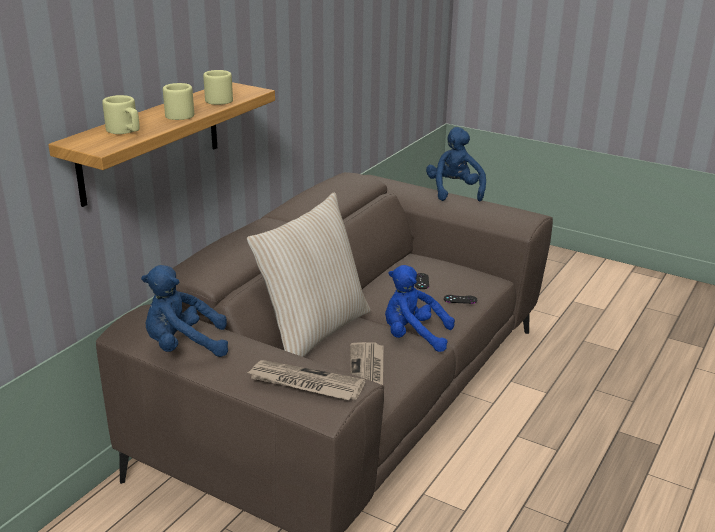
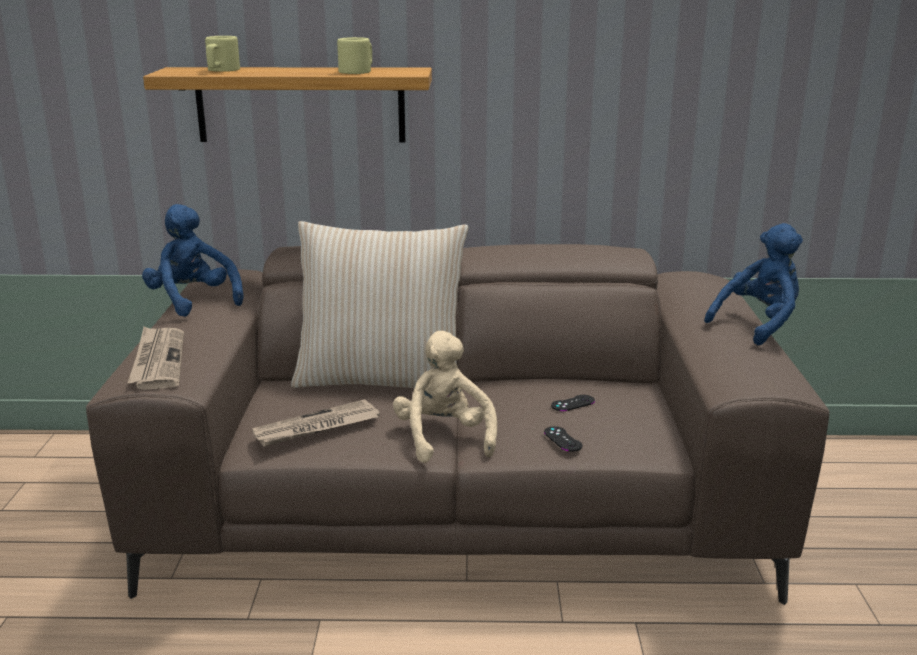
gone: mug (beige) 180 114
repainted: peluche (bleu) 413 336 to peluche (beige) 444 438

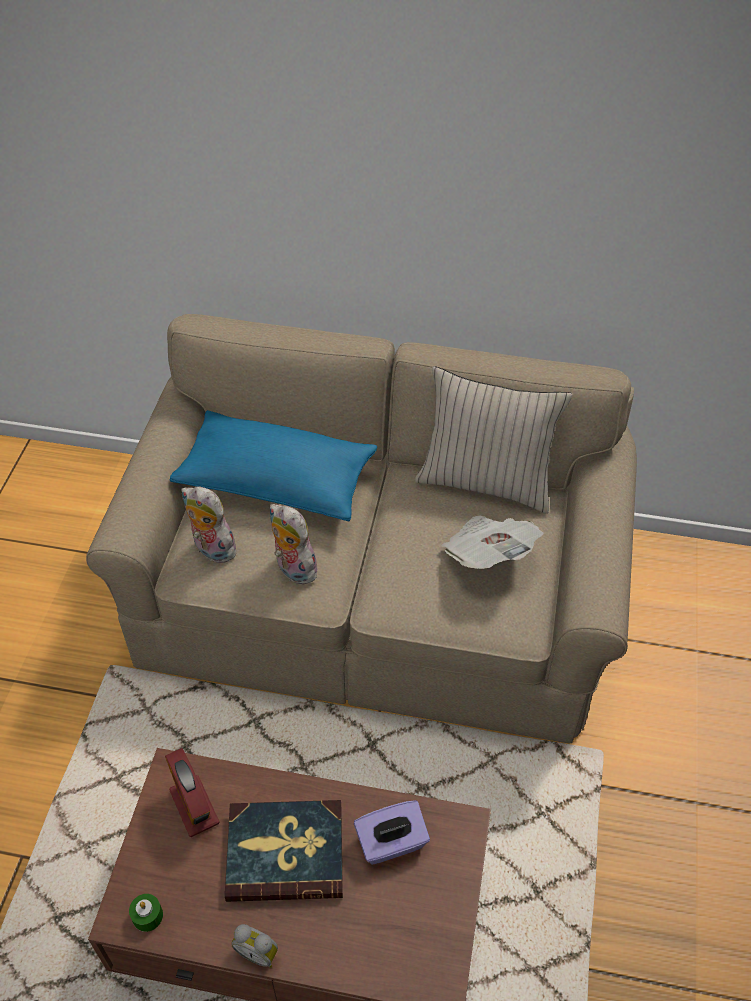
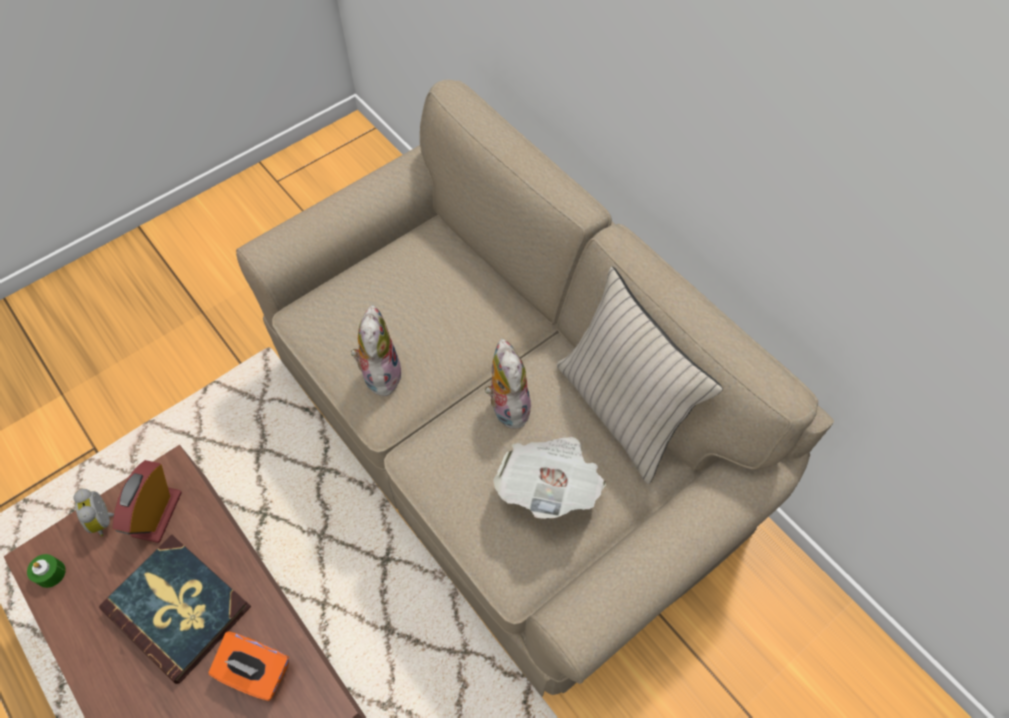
gone: coussin (bleu) 277 482
shifted: peluche 211 549 to 507 406; réveil 258 952 to 105 519
repainted: boîte à mouchoirs (violet) 391 843 to boîte à mouchoirs (orange) 256 671

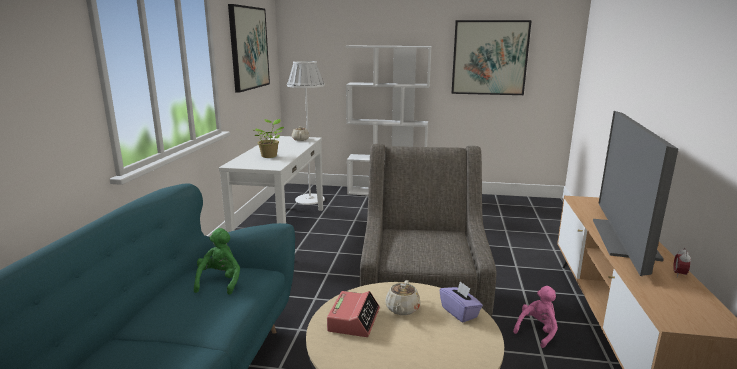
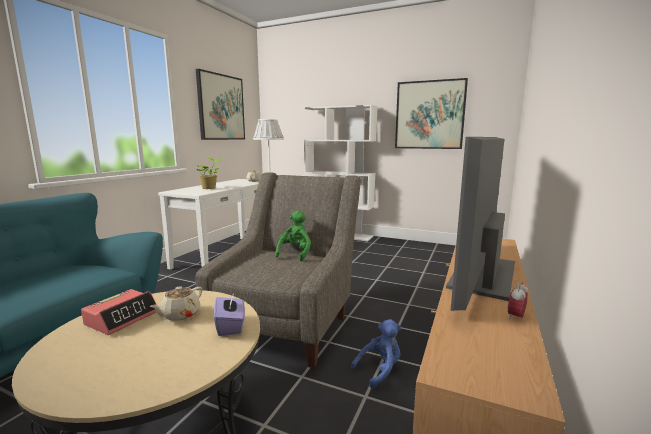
shifted: peluche (vert) 220 282 to 295 253
repainted: peluche (rose) 537 331 to peluche (bleu) 380 370

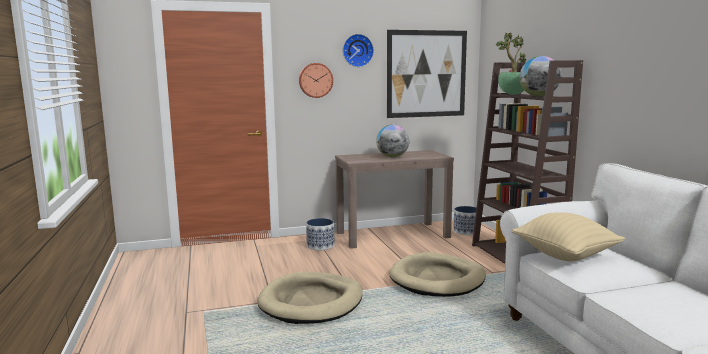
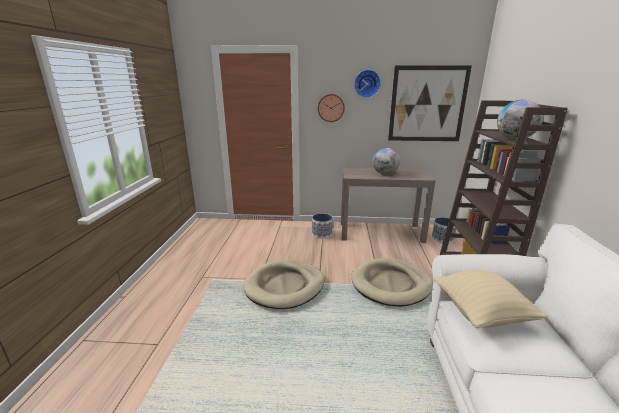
gone: plante en pot 512 94

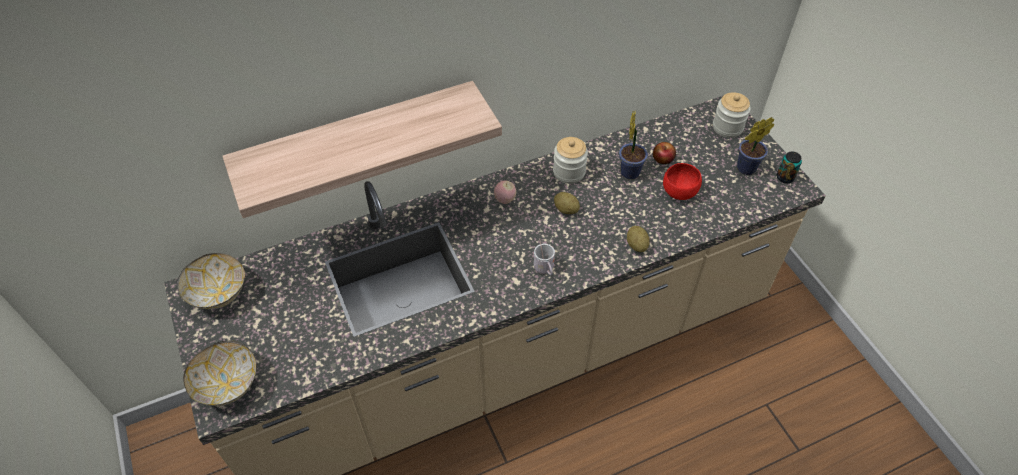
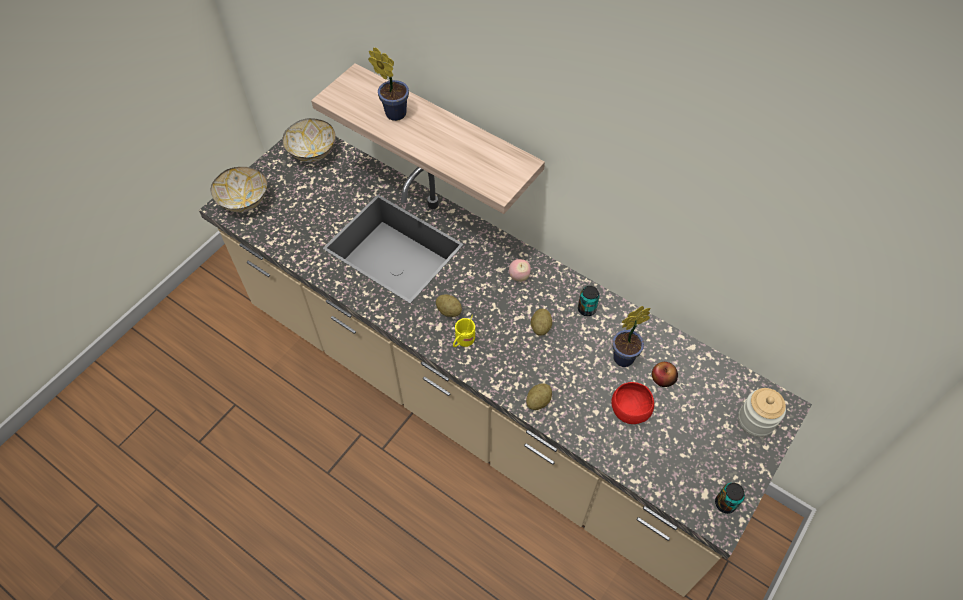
new: pomme de terre 449 311
shifted: plante en pot 744 169 to 393 112
swapped: bocal 569 172 to boîte métallique 586 309
repainted: mug (blanc) 544 270 to mug (jaune) 463 342

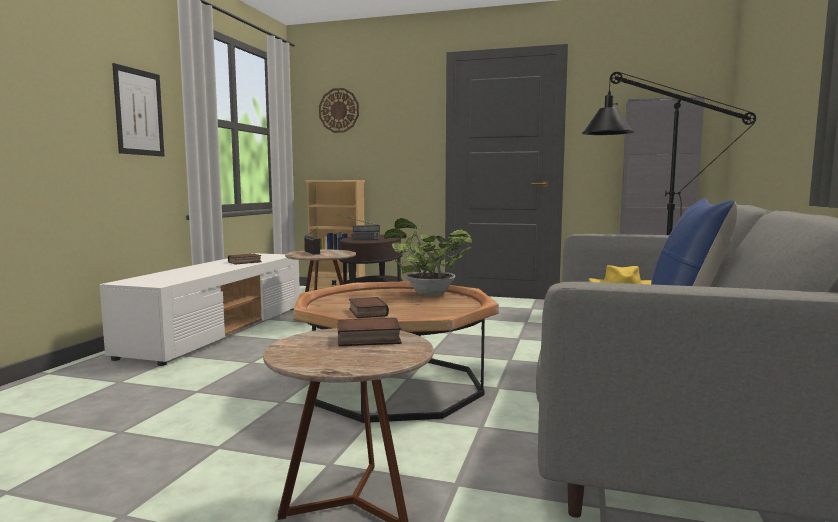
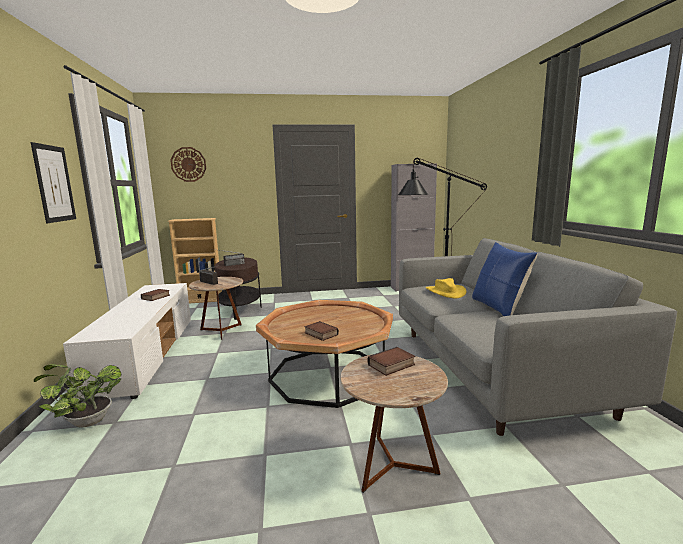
shifted: plante en pot 426 294 to 86 421

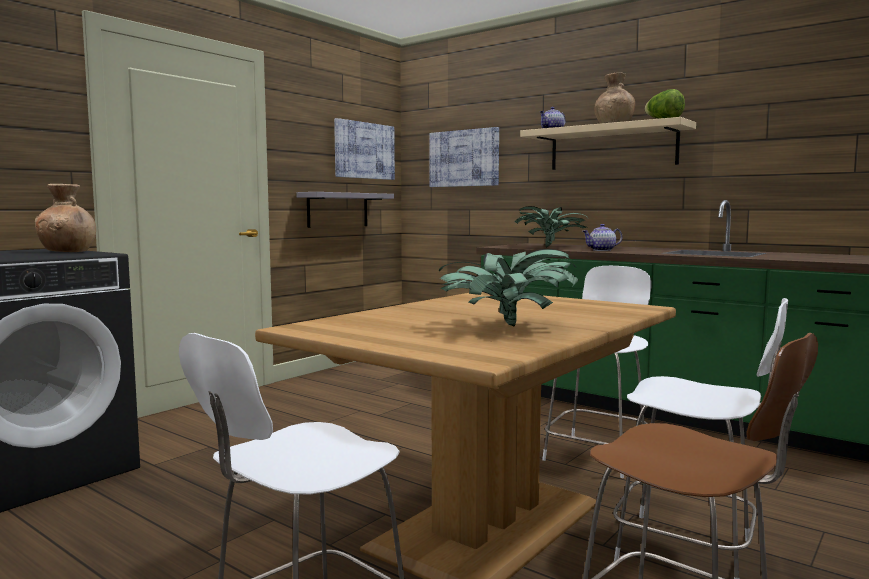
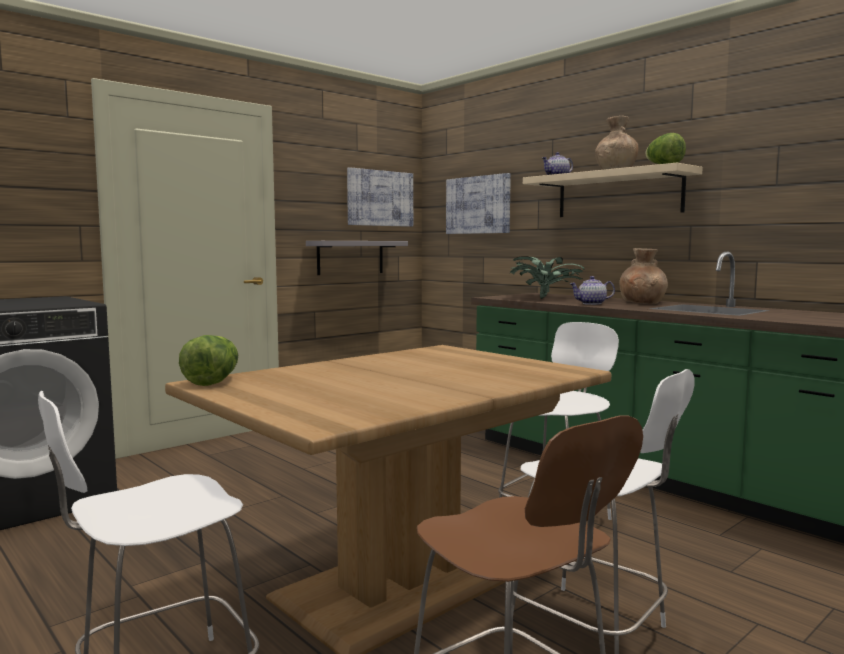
gone: plante en pot 507 327
new: laitue 213 381
shifted: vase (marron) 68 251 to 642 303

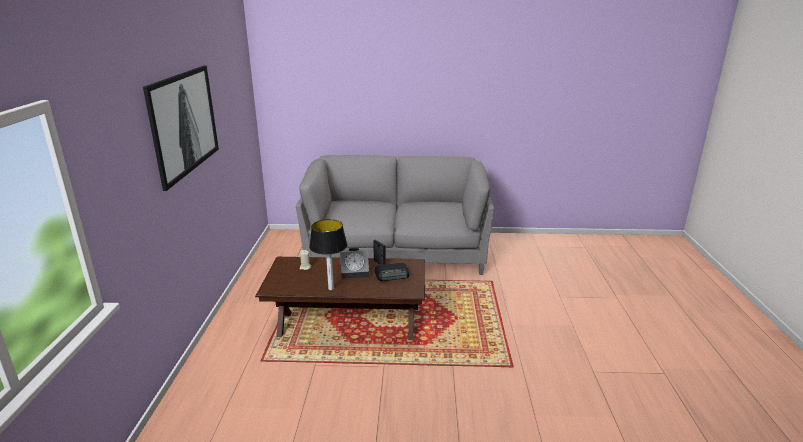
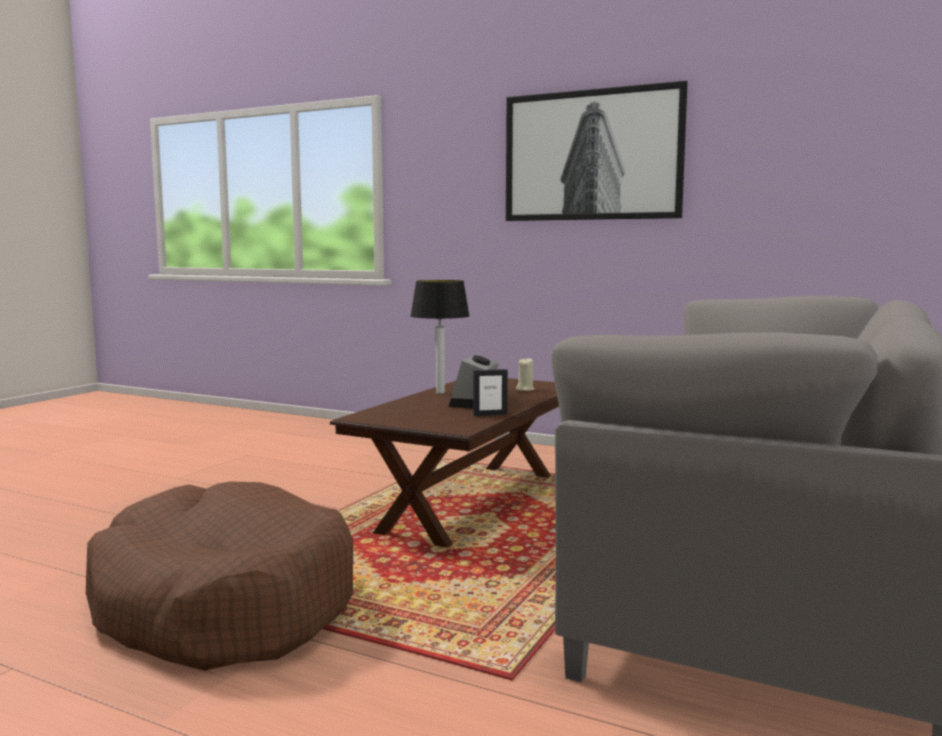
gone: radio 392 275
new: panier pour chien (marron) 223 605

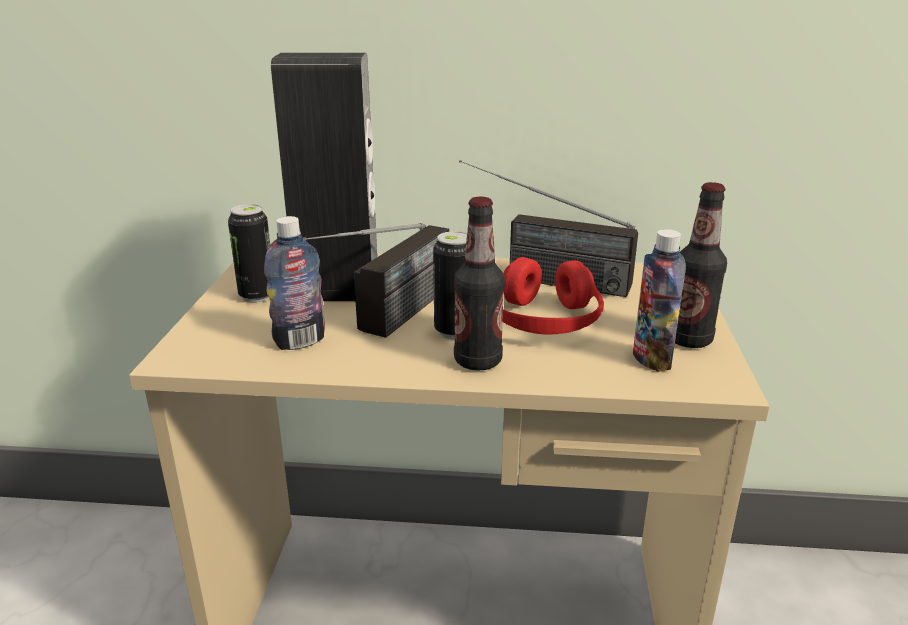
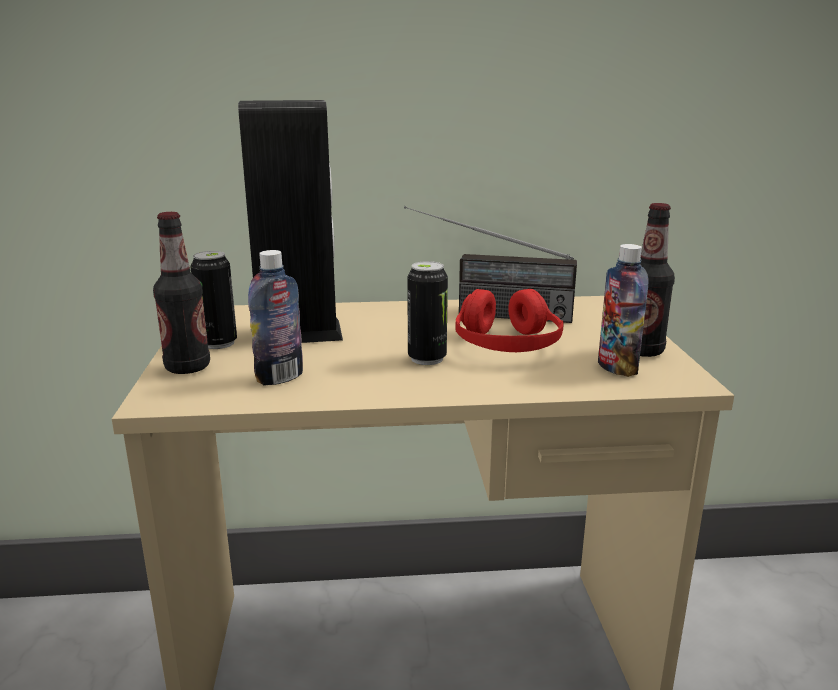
gone: radio 391 322
shifted: bouteille 478 361 to 187 367

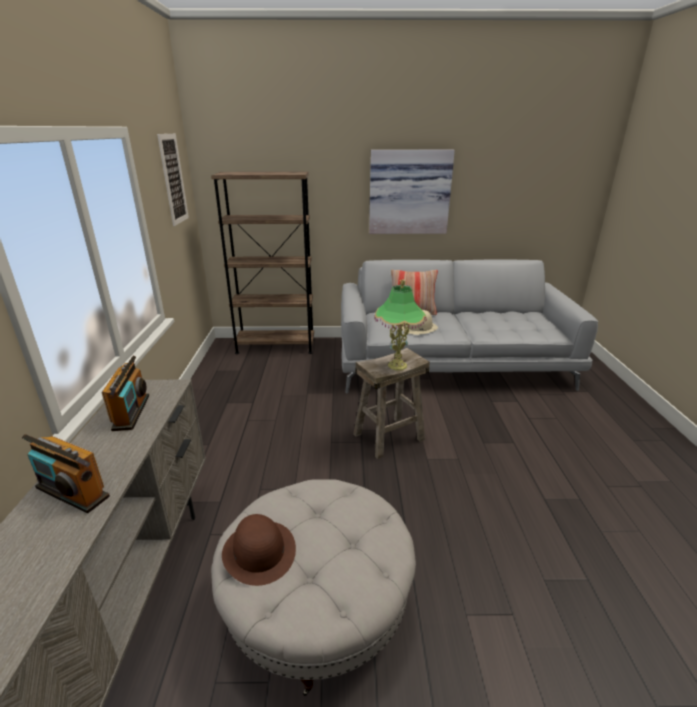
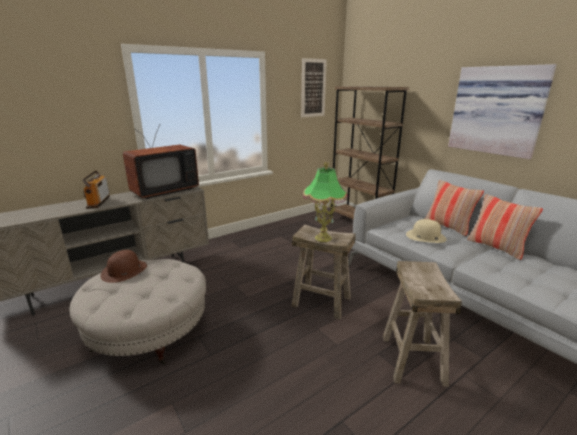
new: tabouret (beige) 413 359; coussin 496 247
swapped: radio 131 412 to téléviseur 162 191

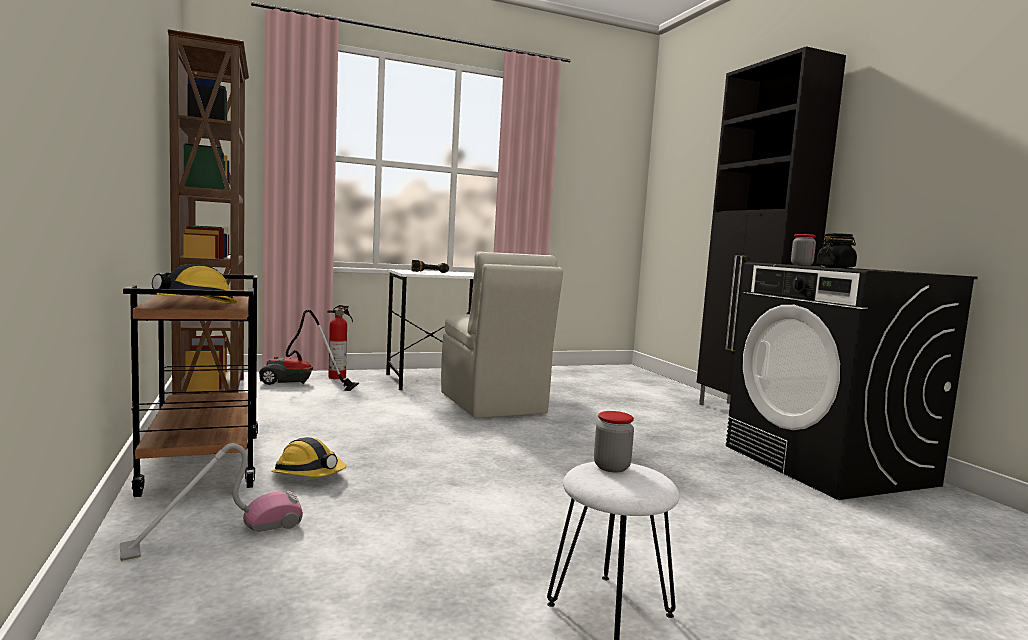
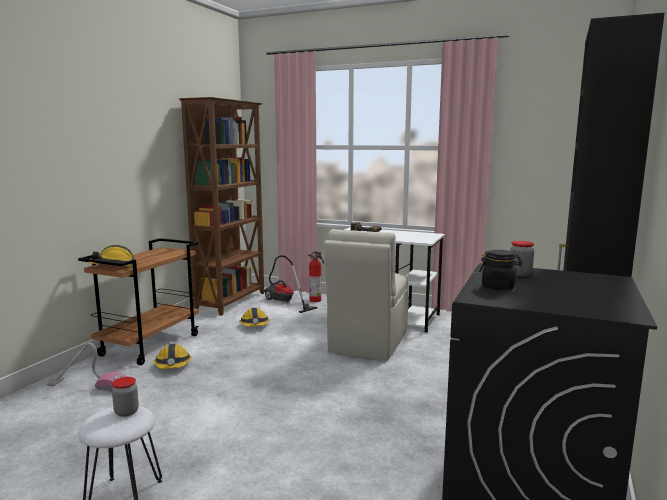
new: casque de chantier 255 325

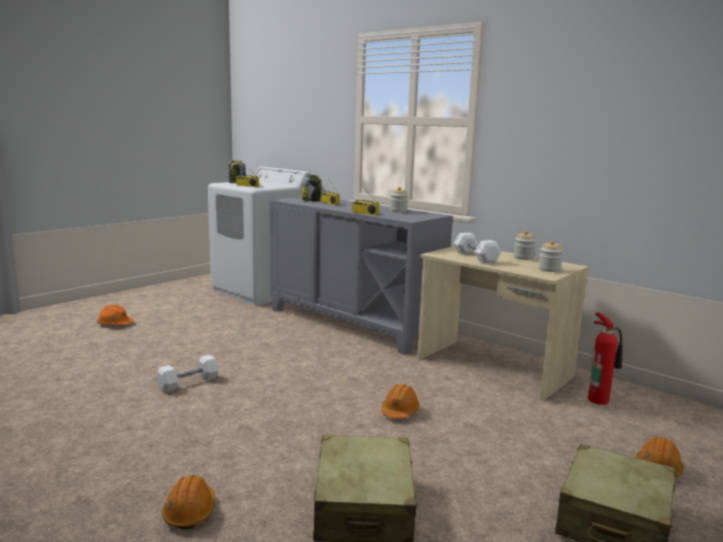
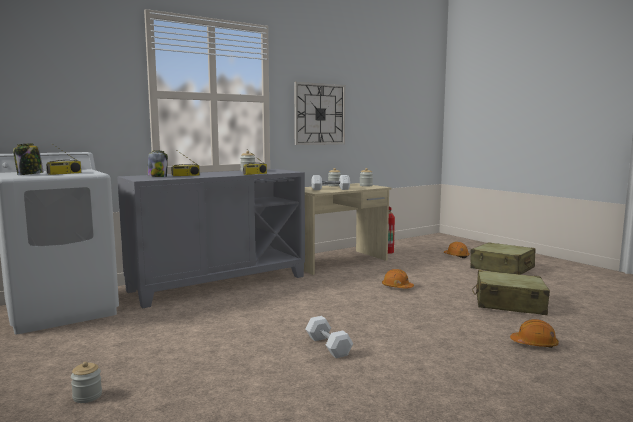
new: horloge murale 319 114
swapped: casque de chantier (orange) 114 324 to bocal 87 396

